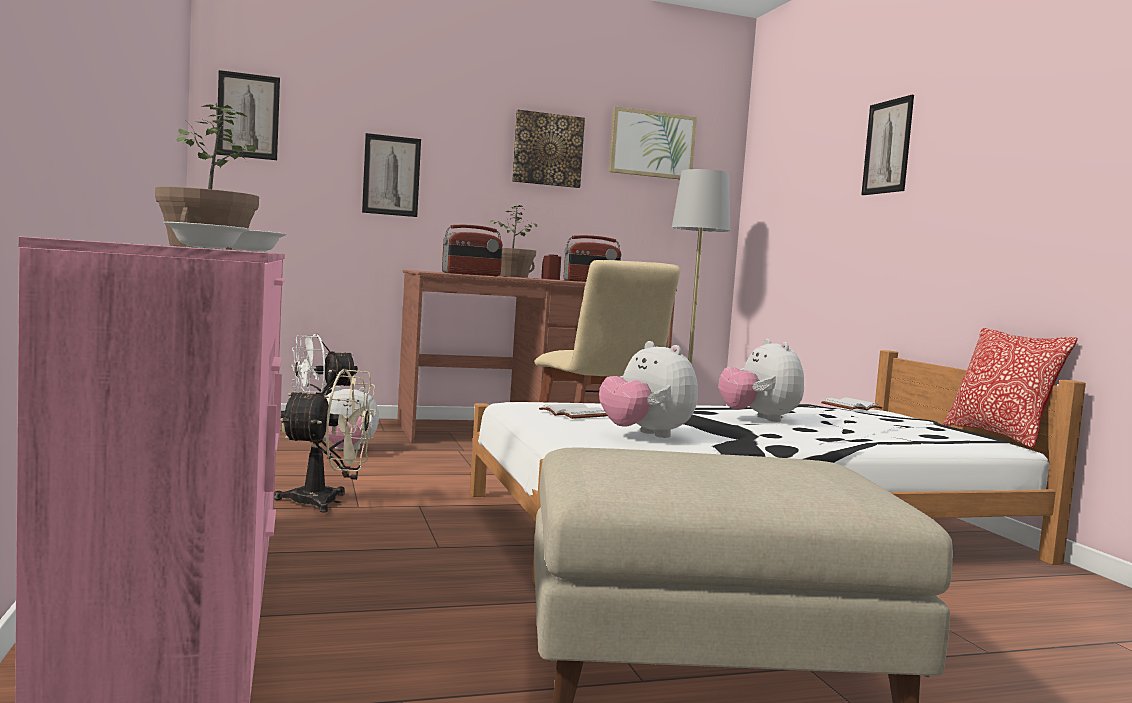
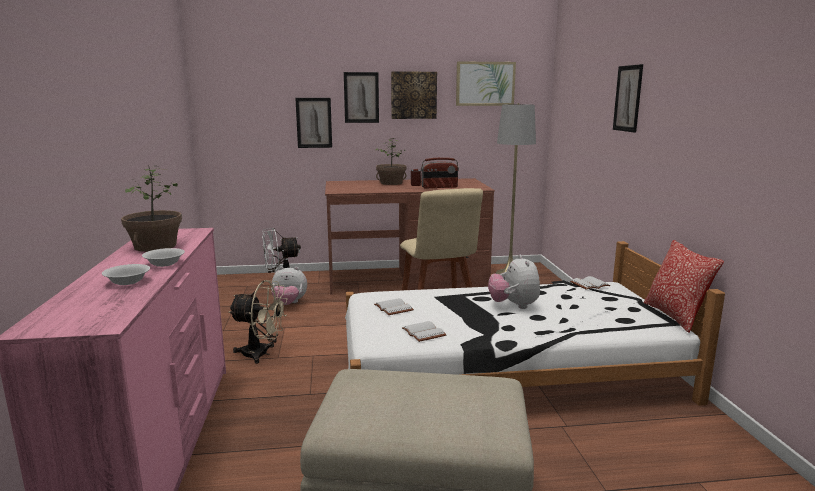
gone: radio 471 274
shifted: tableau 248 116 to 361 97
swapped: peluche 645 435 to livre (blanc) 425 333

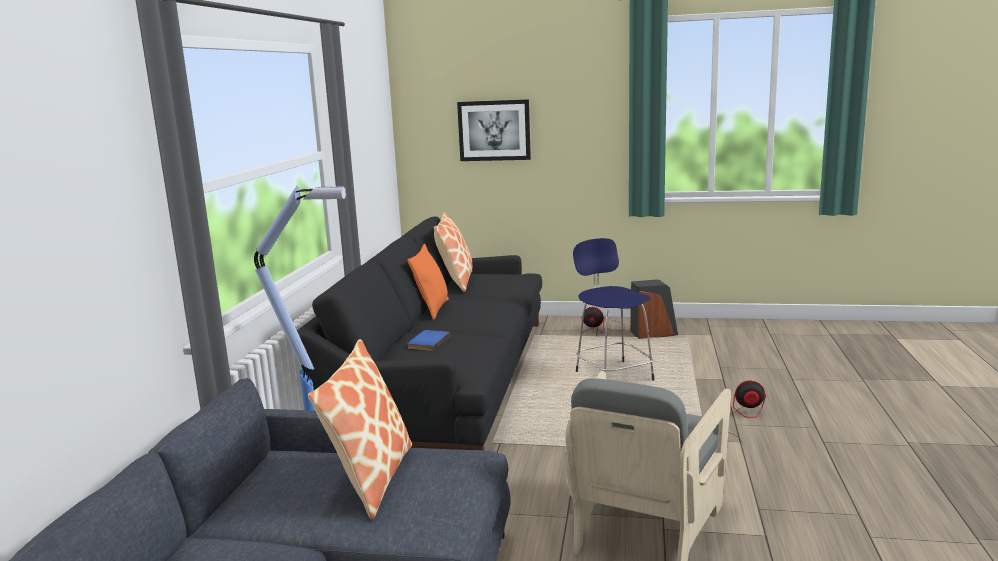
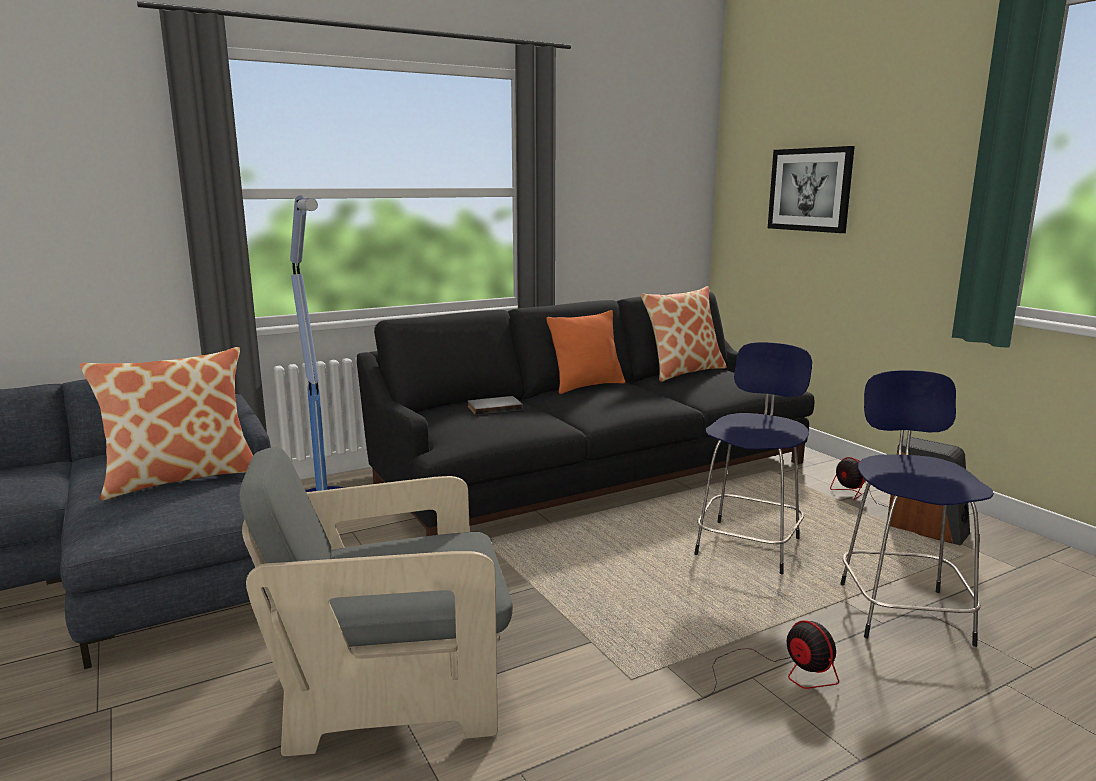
new: tabouret (bleu) 902 610
repainted: livre (bleu) 427 342 to livre (gris) 494 407

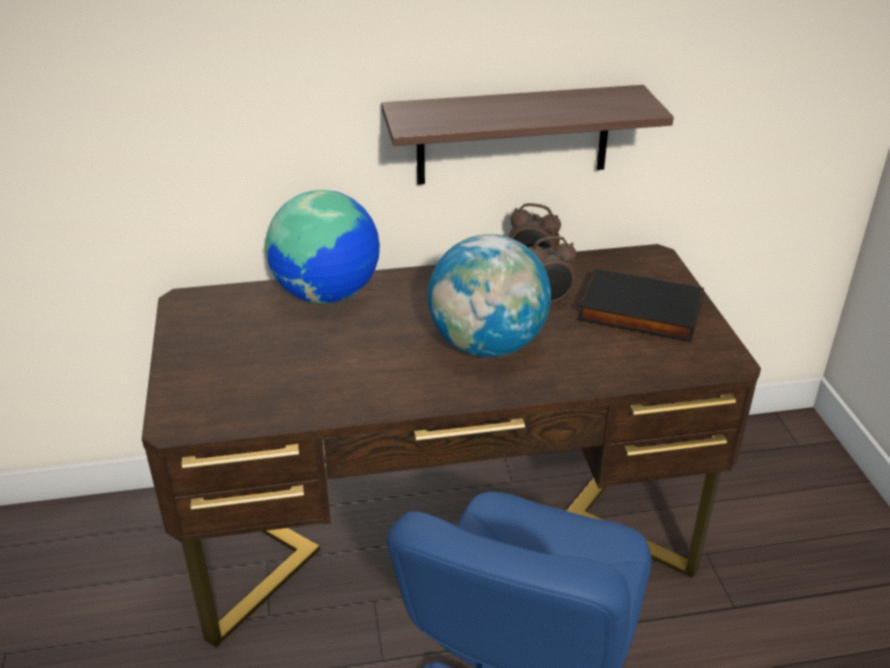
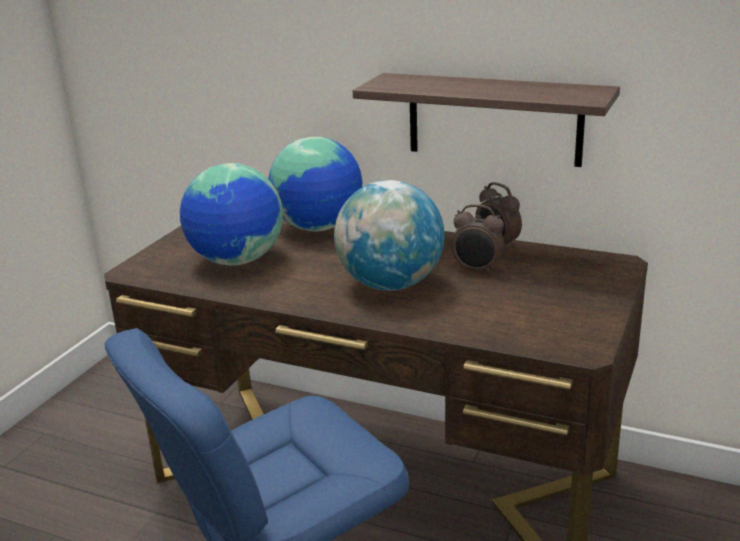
gone: livre (noir) 638 313
new: globe 237 261

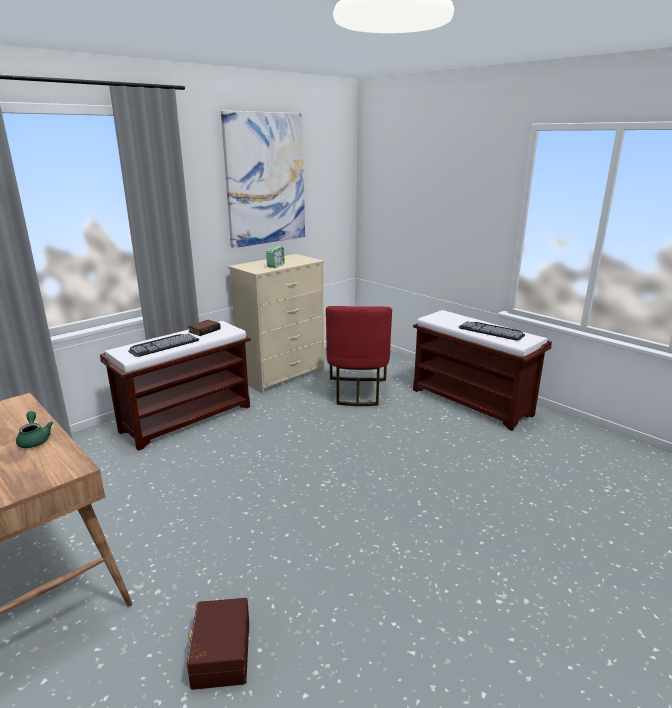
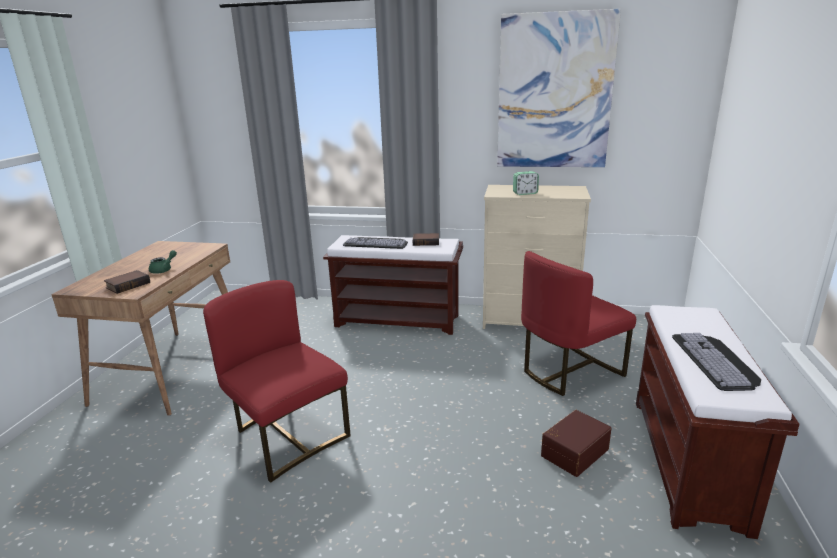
new: livre 128 285; chaise (rouge) 287 436
shifted: boîte de rangement (marron) 219 653 to 573 451

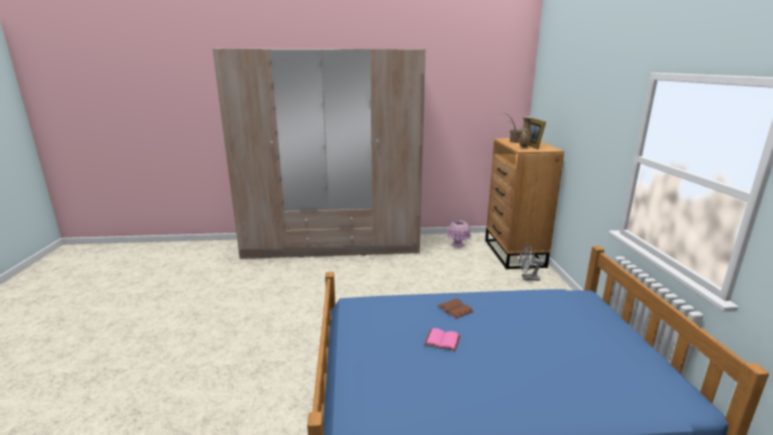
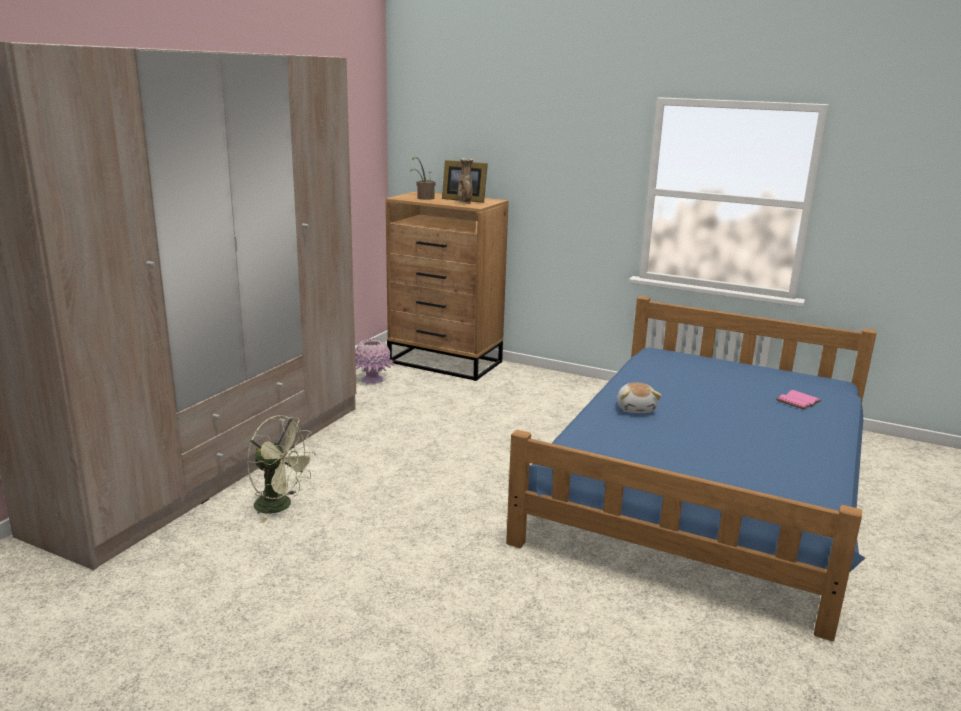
gone: ventilateur (gris) 527 278
new: ventilateur (vert) 280 506
shifted: livre (rose) 443 340 to 797 401
swapped: livre (marron) 456 309 to peluche 636 408

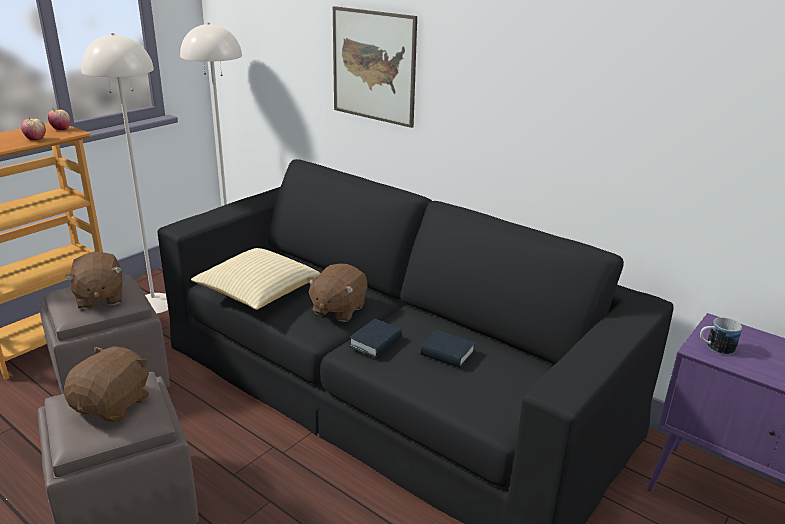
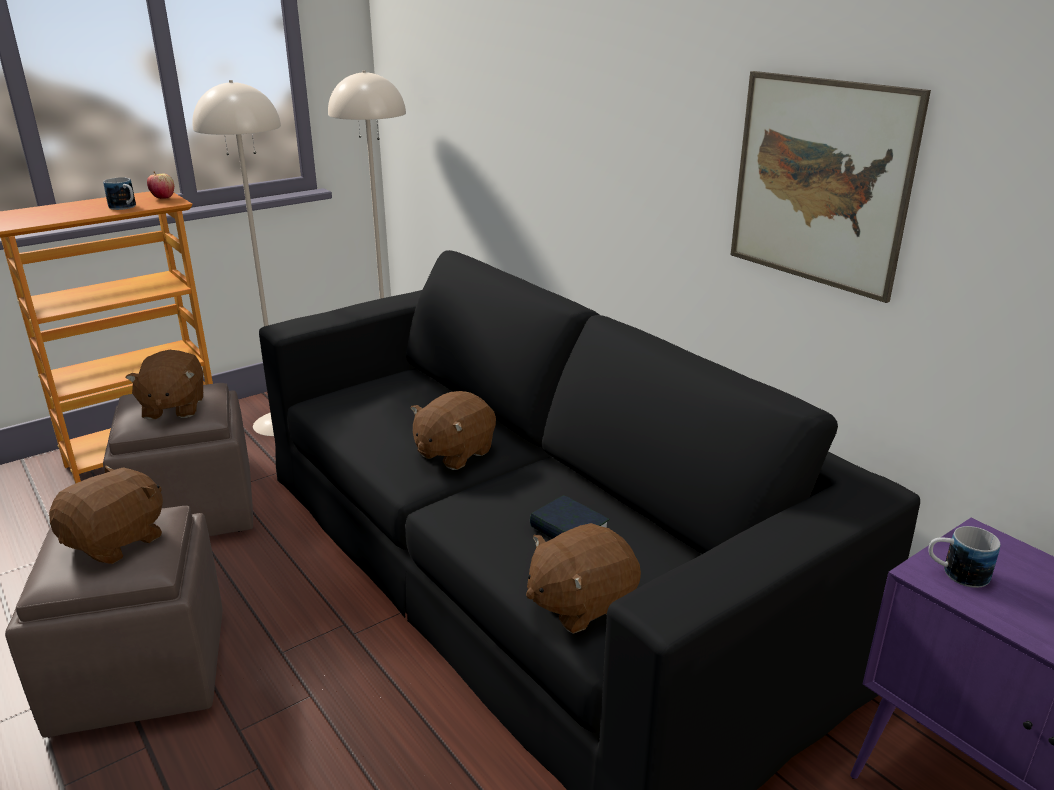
gone: coussin 257 293; livre 375 343
new: peluche (marron) 580 603
shifted: tableau 373 66 to 819 182
swapped: pomme 35 139 to mug 125 207

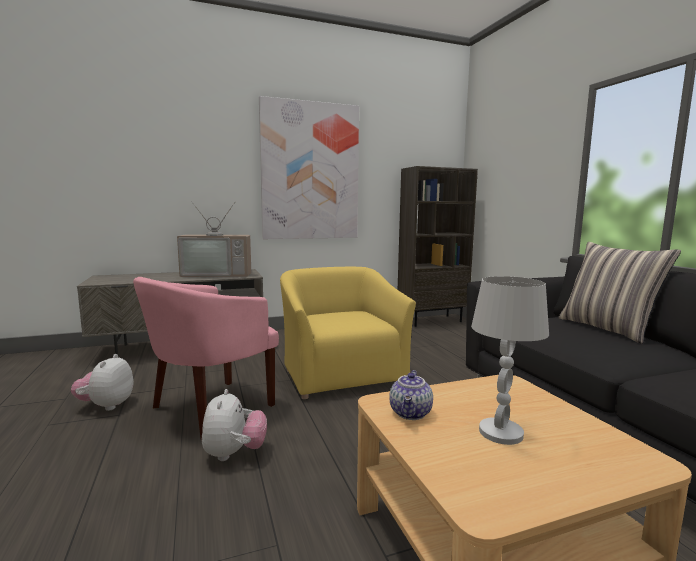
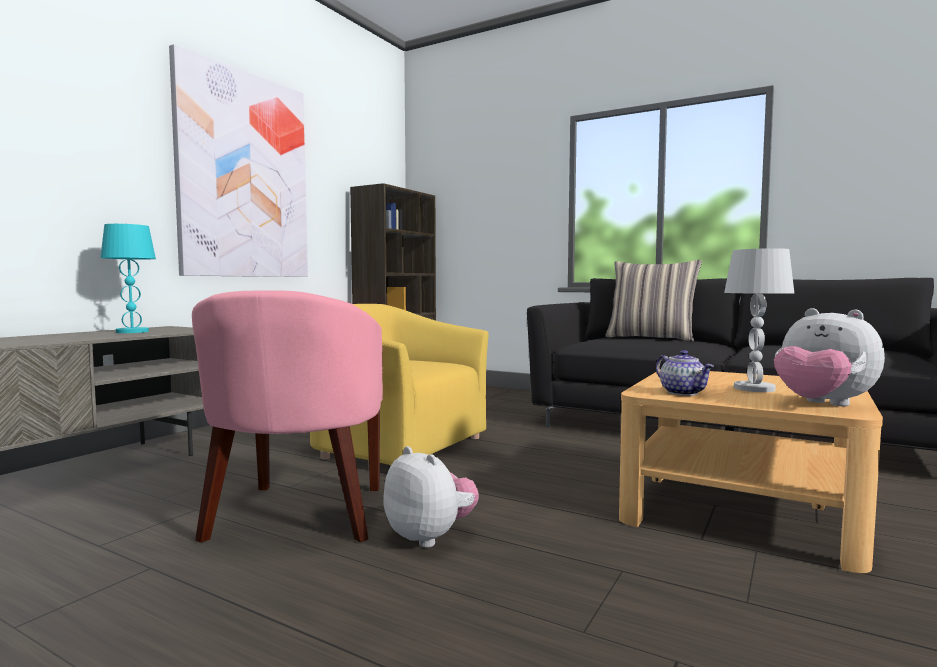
shifted: peluche 106 406 to 822 405
swapped: téléviseur 218 274 to lampe de table (turquoise) 132 332

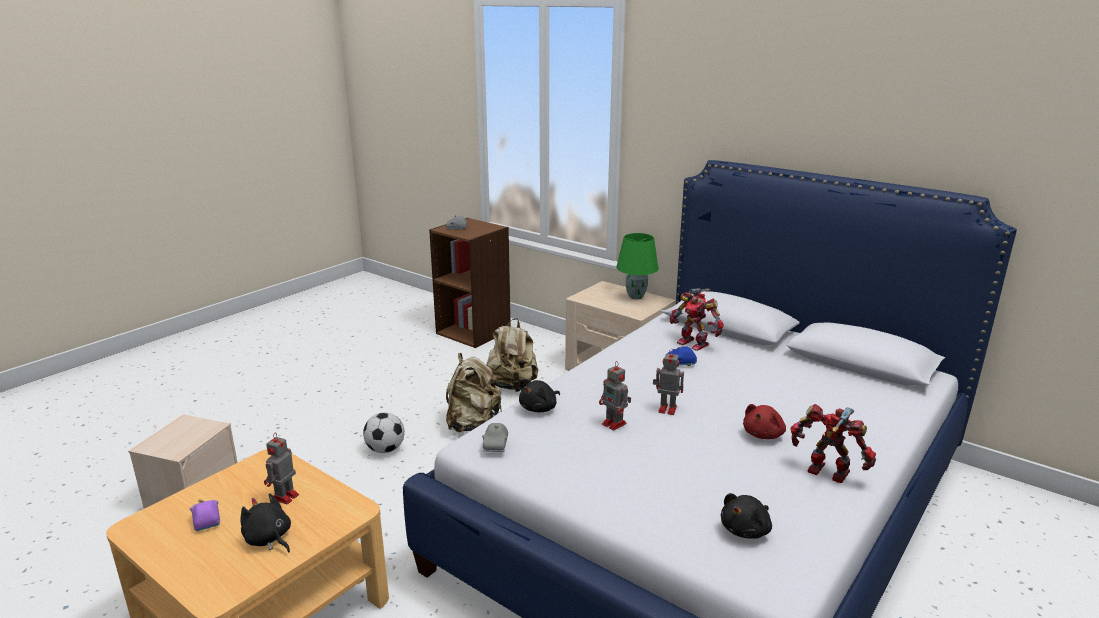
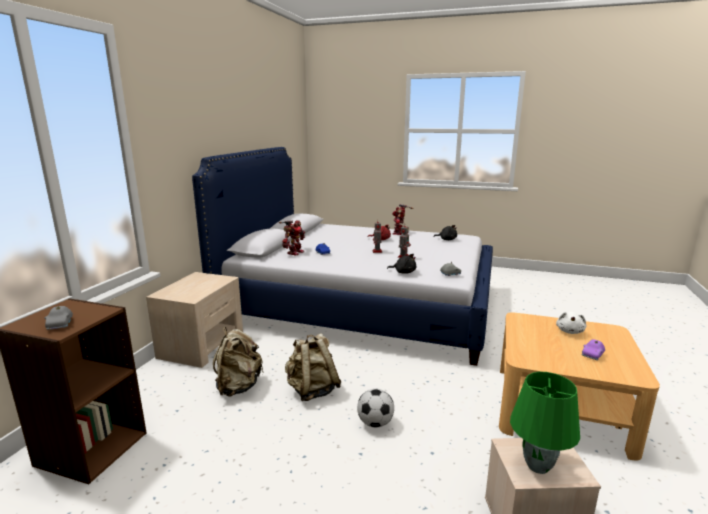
gone: robot jouet 284 497
shifted: lampe de table (vert) 635 297 to 538 466
repainted: peluche (noir) 269 539 to peluche (blanc) 570 331

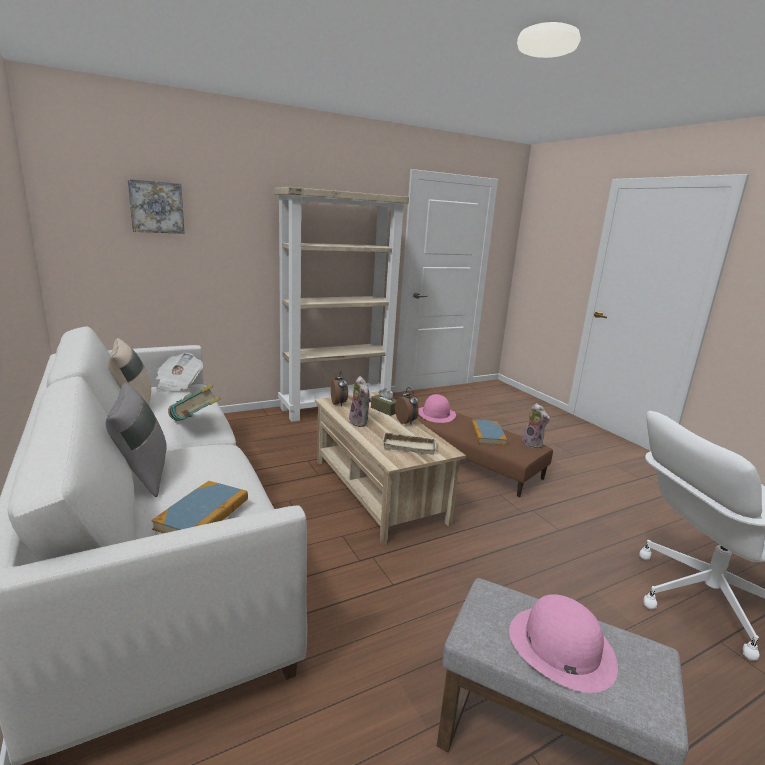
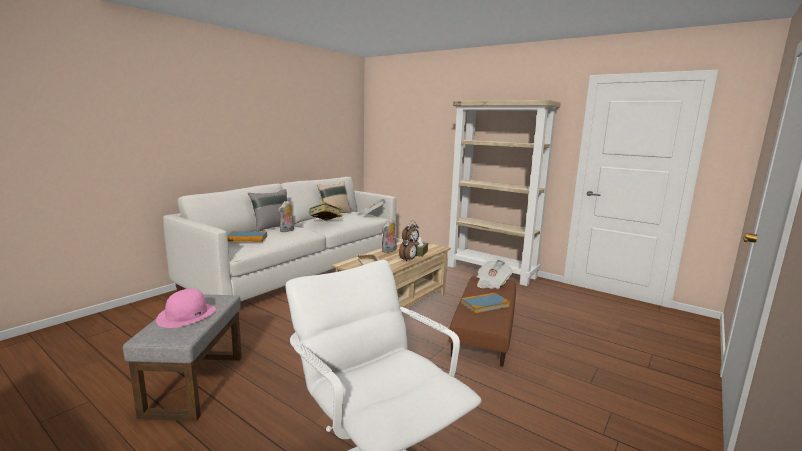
gone: tableau 156 207
shifted: peluche 533 444 to 287 231
swapped: chapeau (rose) 436 414 to journal 491 283

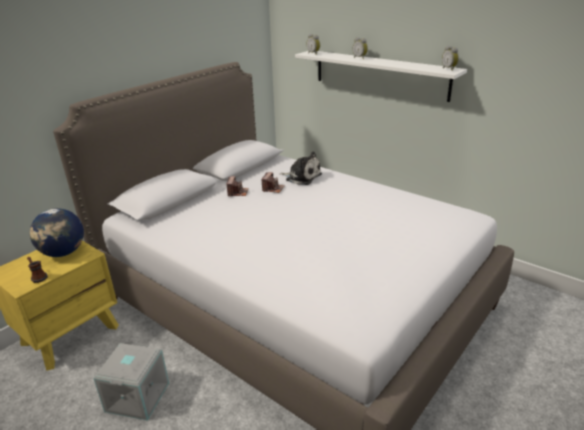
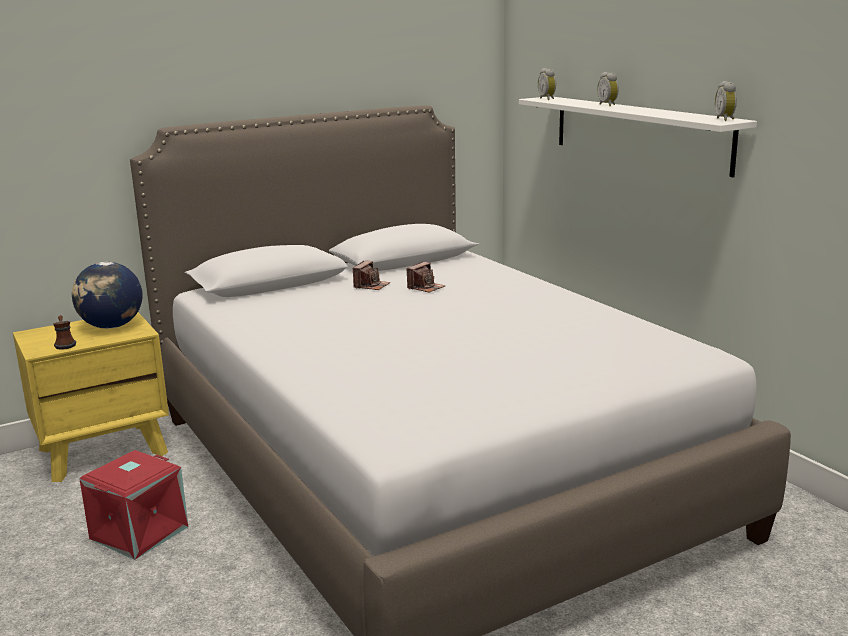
gone: peluche 302 177
repainted: boîte de rangement (gris) 136 396 to boîte de rangement (rouge) 138 532

